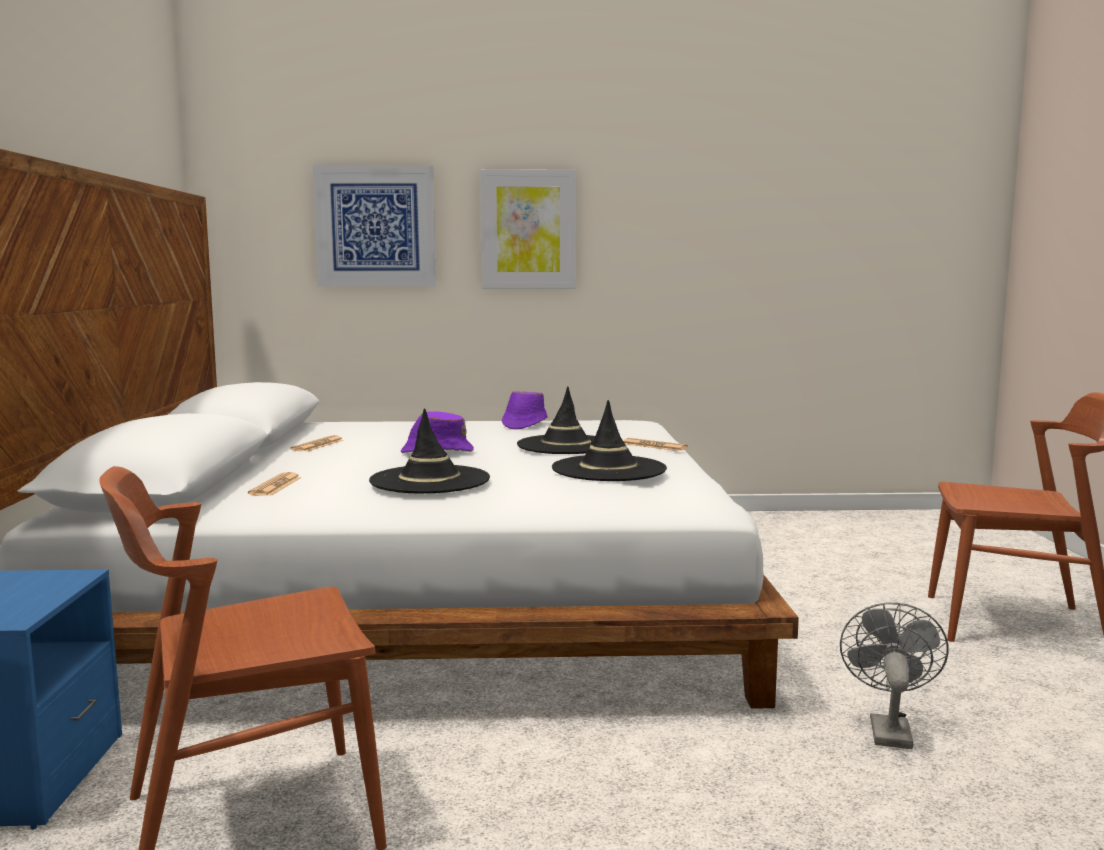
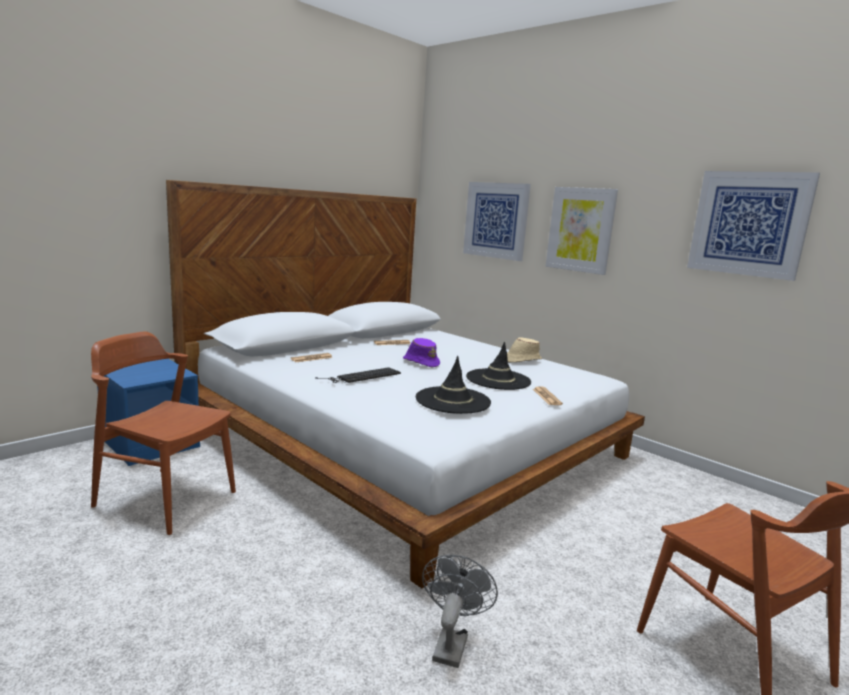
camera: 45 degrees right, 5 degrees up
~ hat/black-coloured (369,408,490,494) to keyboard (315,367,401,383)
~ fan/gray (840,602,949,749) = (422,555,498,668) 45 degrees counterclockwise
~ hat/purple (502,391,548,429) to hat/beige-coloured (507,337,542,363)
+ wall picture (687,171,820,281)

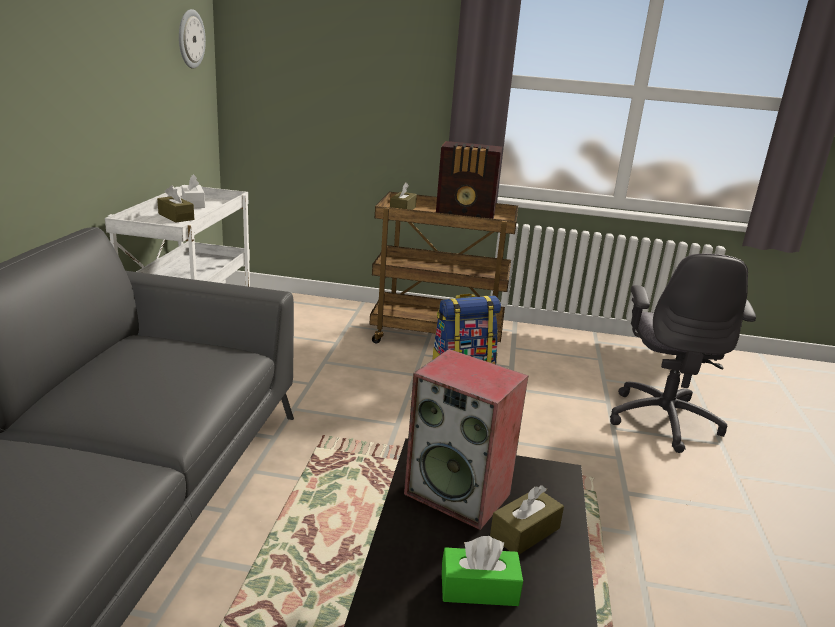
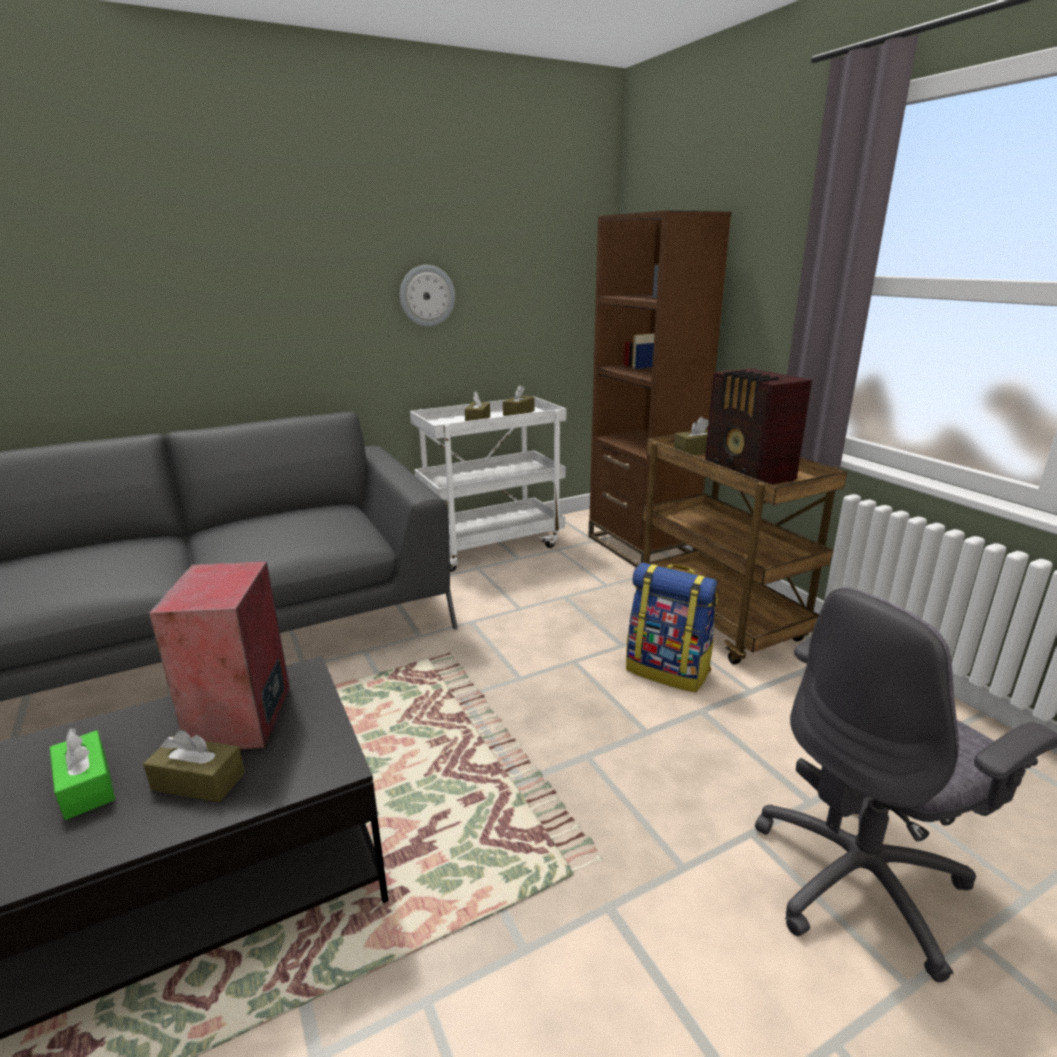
camera: 55 degrees right, 0 degrees up
~ clock on the wall (179,9,206,69) to (399,265,455,327)
~ tissue box/white (181,174,205,208) to tissue box/brownish (503,385,535,416)
+ bookshelf/brownish (588,210,732,567)

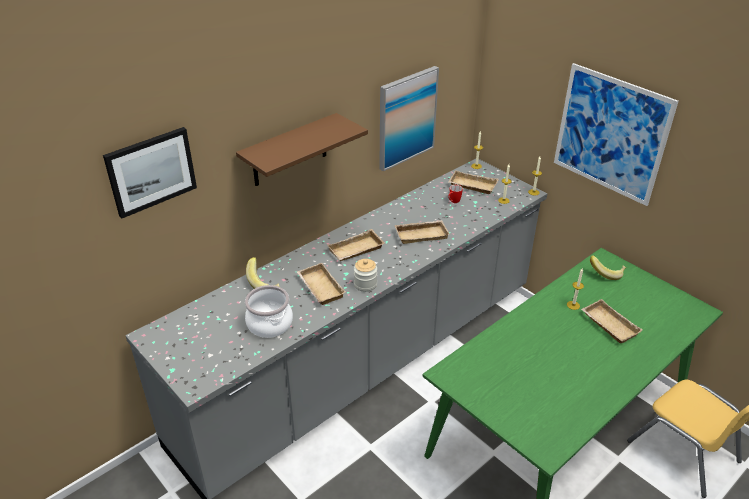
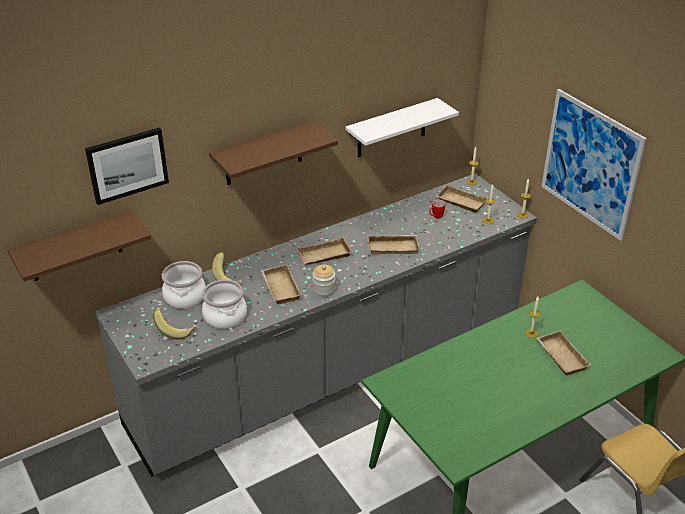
camera: 10 degrees right, 0 degrees up
+ shelf/brownish (8,210,151,282)
~ banana (590,255,626,280) to (153,309,197,340)
+ saucepot (162,261,206,309)
~ wall picture (379,66,439,171) to shelf/white (346,98,459,157)

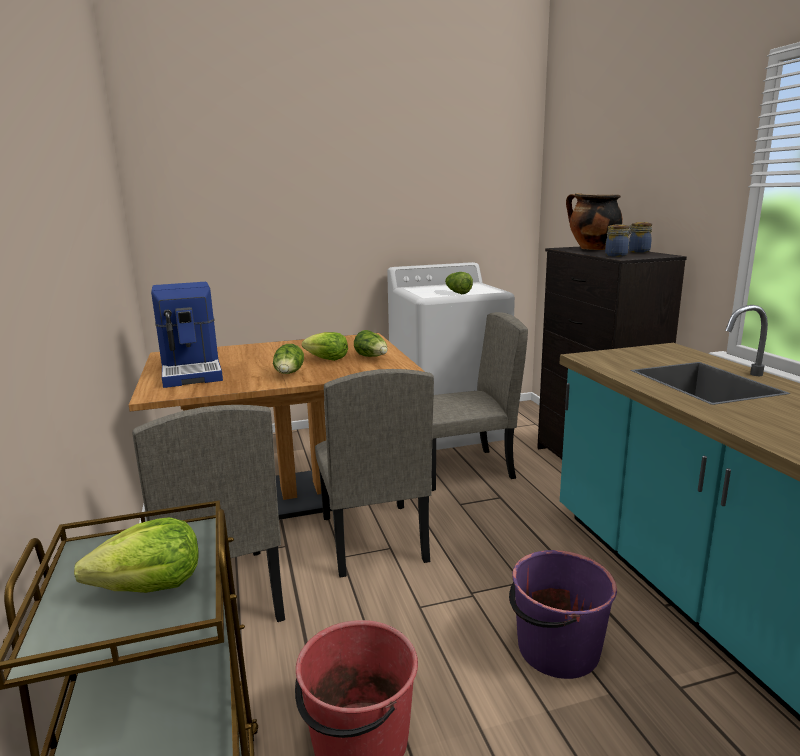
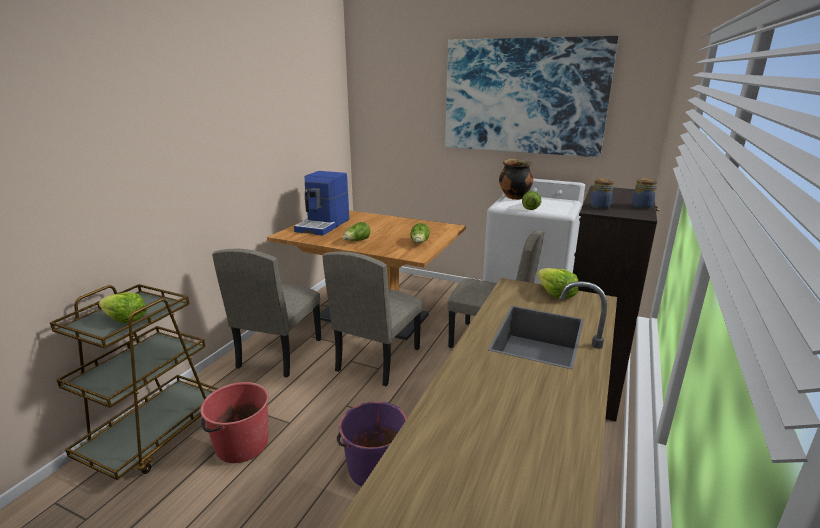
camera: 40 degrees right, 5 degrees up
+ wall picture (445,36,618,157)
~ saucepot (566,193,623,250) to (499,158,533,200)
~ lettuce head (302,332,348,361) to (537,268,578,299)

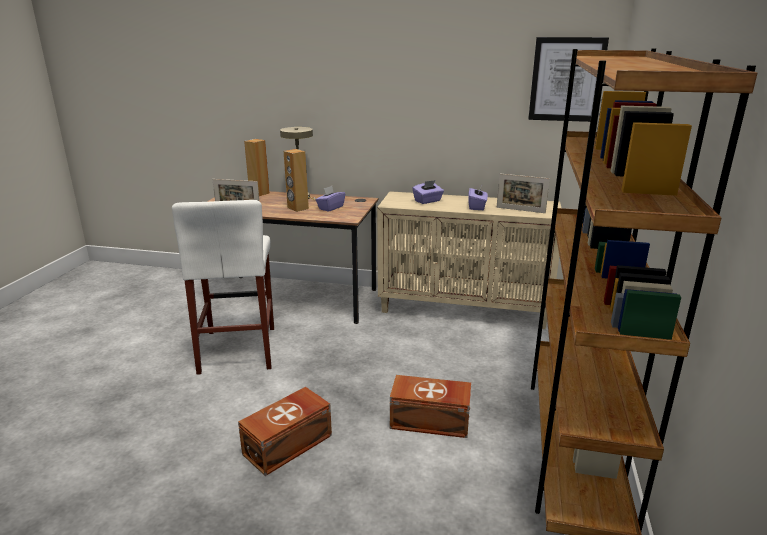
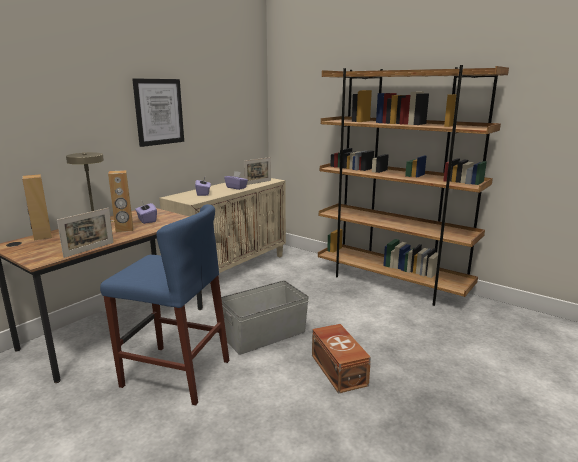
camera: 65 degrees left, 5 degrees down
~ stool/white (172,200,274,375) to stool/bluish (100,204,229,405)
~ wall picture (528,37,609,122) to (132,78,184,147)
+ storage box/gray (221,280,309,355)
- storage box/brownish (390,375,471,438)

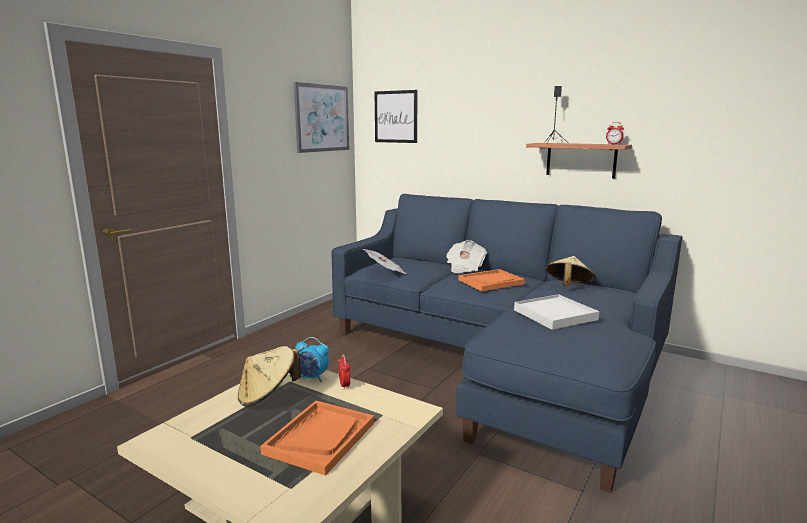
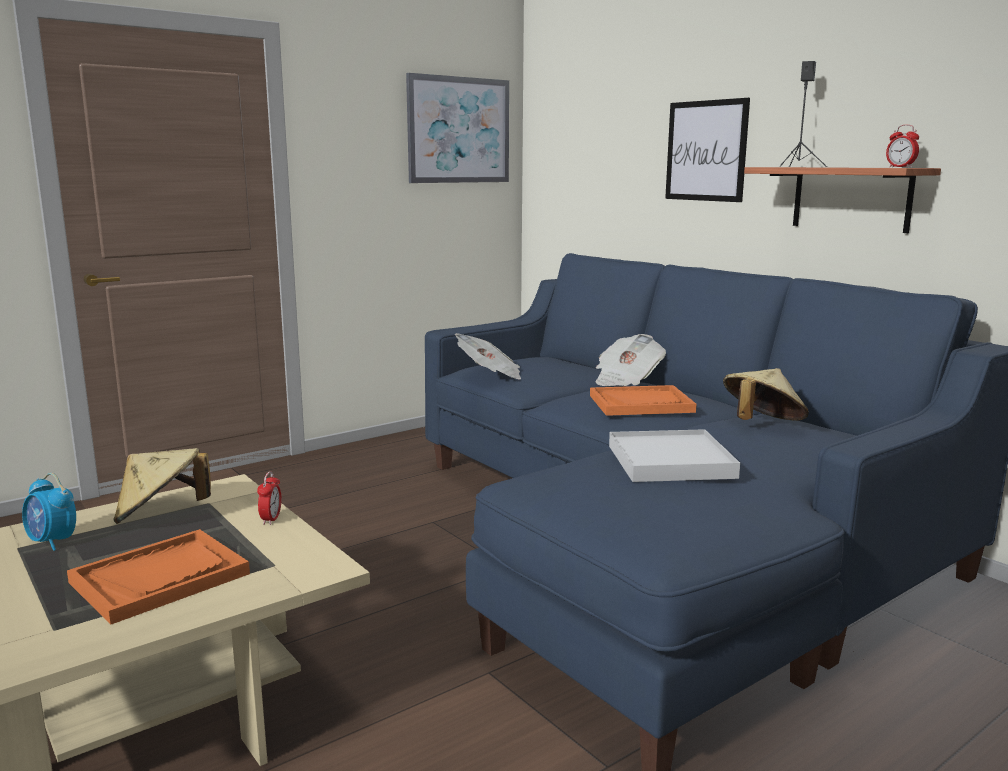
camera: 20 degrees right, 0 degrees up
~ alarm clock (295,337,329,382) to (22,473,76,551)
~ wall picture (375,90,418,143) to (665,98,750,202)

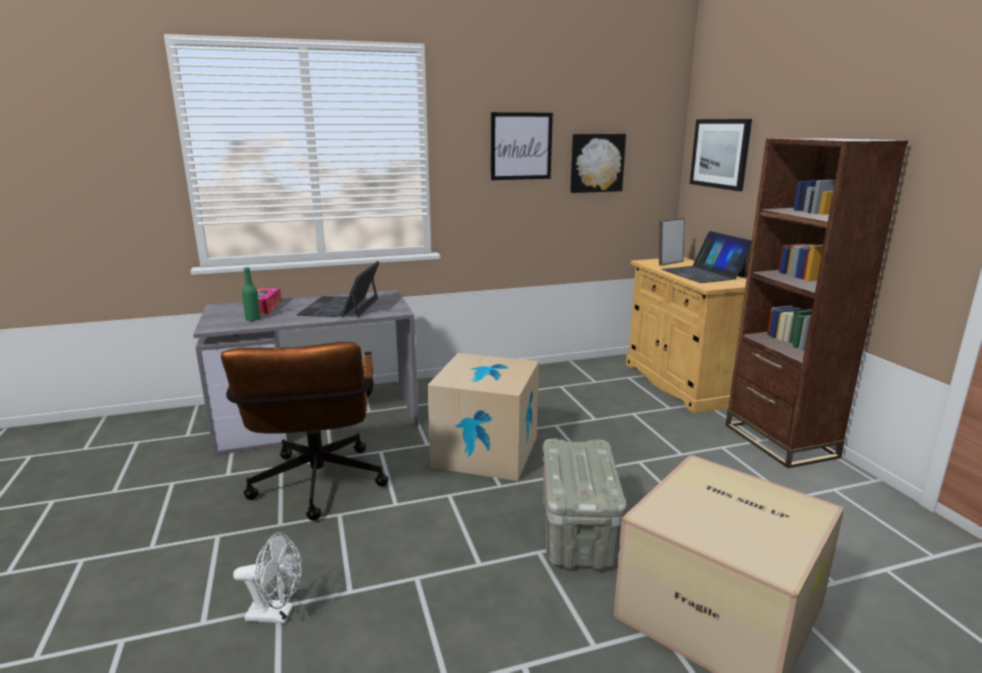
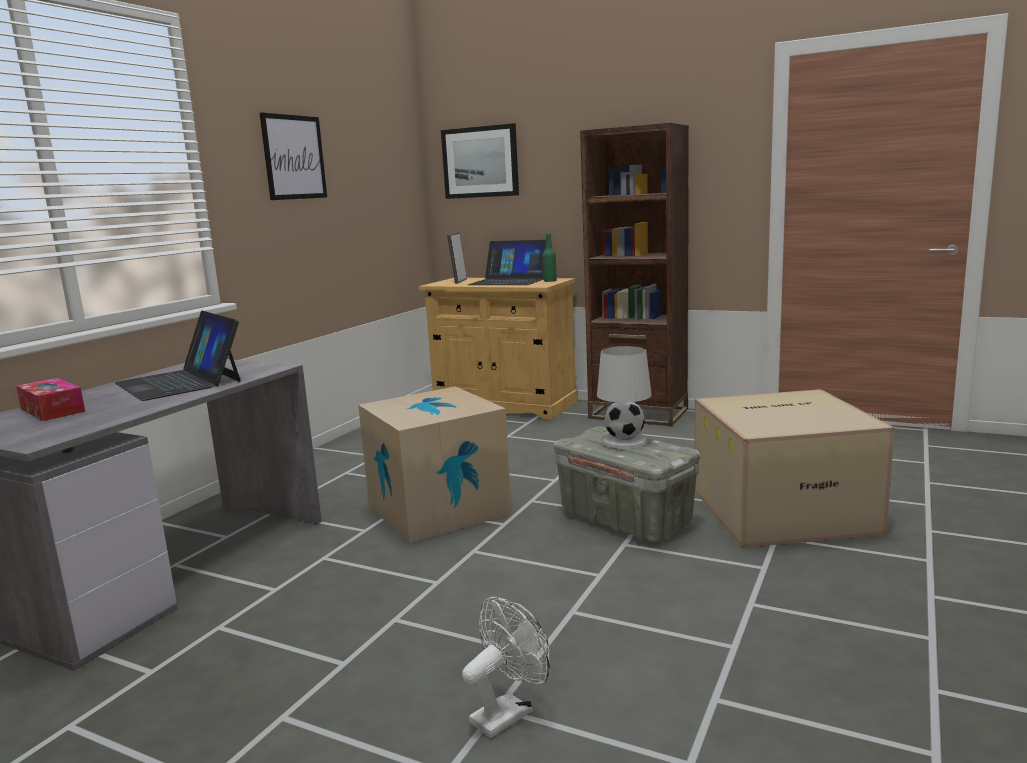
camera: 45 degrees left, 5 degrees down
~ bottle/green-coloured (242,267,261,321) to (542,233,557,282)
+ lamp for a table/white (597,346,652,449)
- office chair/brownish (221,342,389,521)
- wall picture (570,134,626,193)

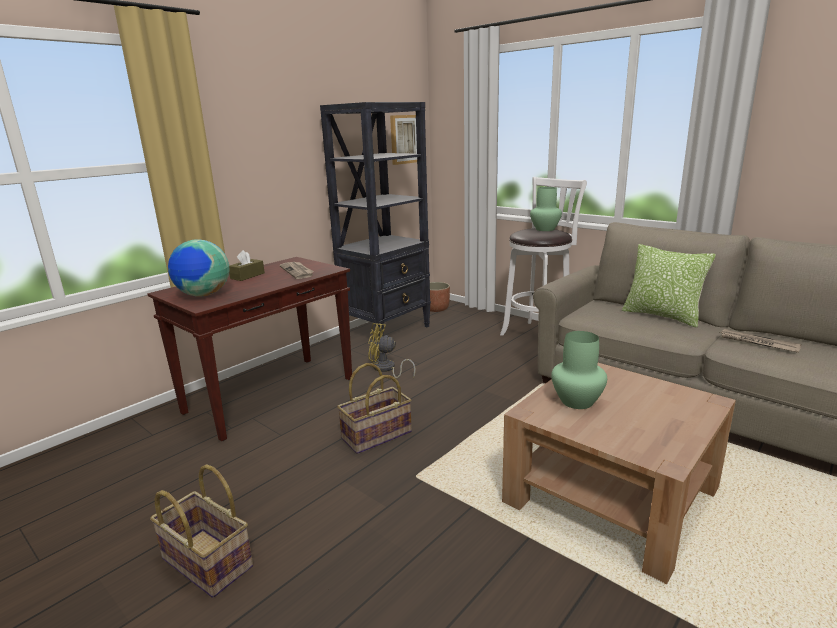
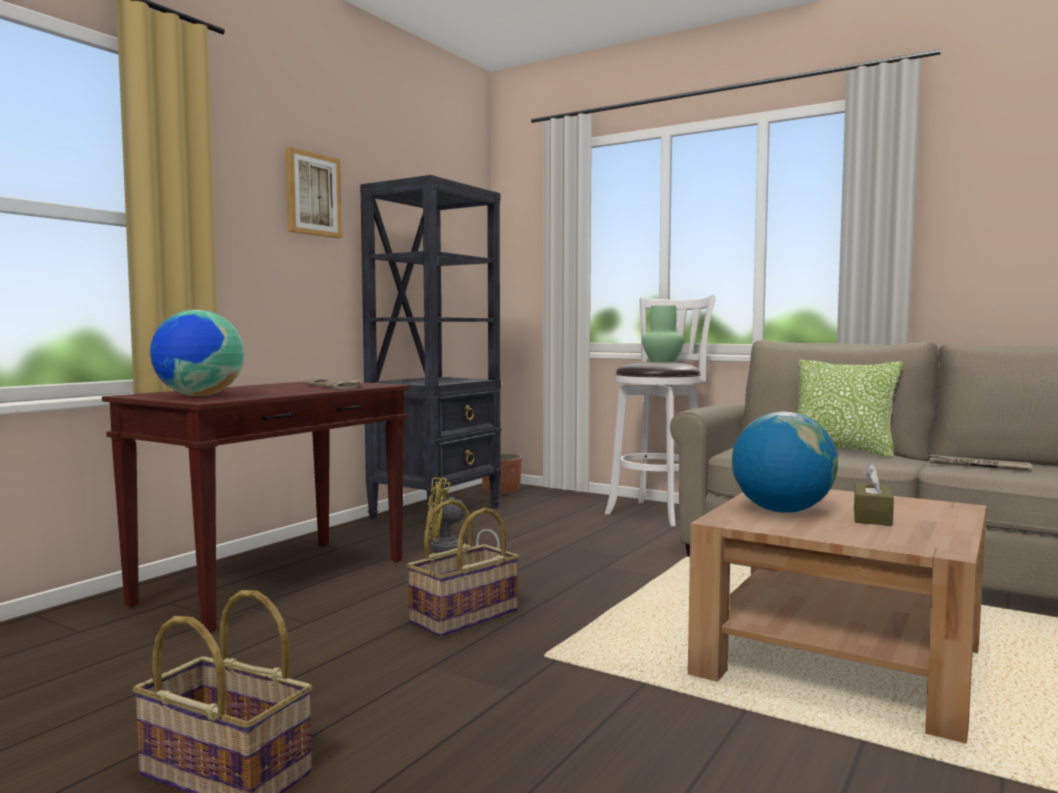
camera: 10 degrees left, 15 degrees down
~ wall picture (390,115,417,165) to (286,147,342,238)
~ flower vase/green-coloured (551,331,607,409) to desk globe (732,412,838,513)
~ tissue box/brownish (229,250,265,281) to (854,463,894,526)

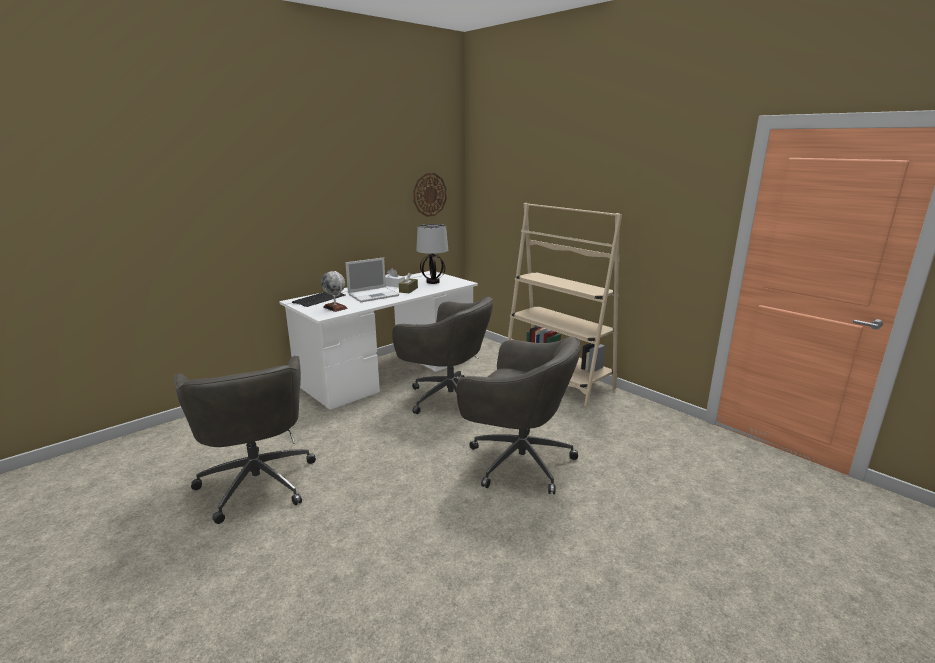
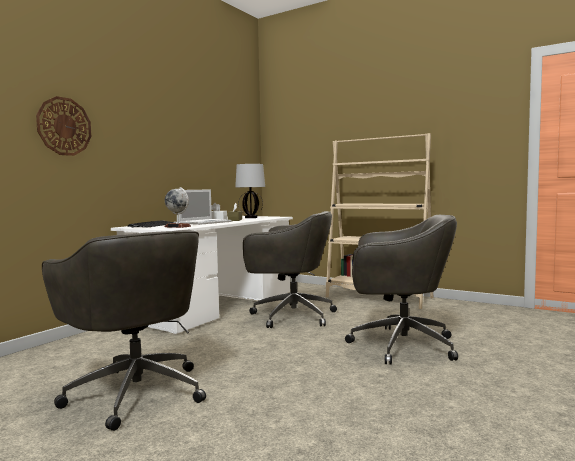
camera: 15 degrees left, 15 degrees down
~ clock on the wall (413,173,447,217) to (36,96,91,156)

